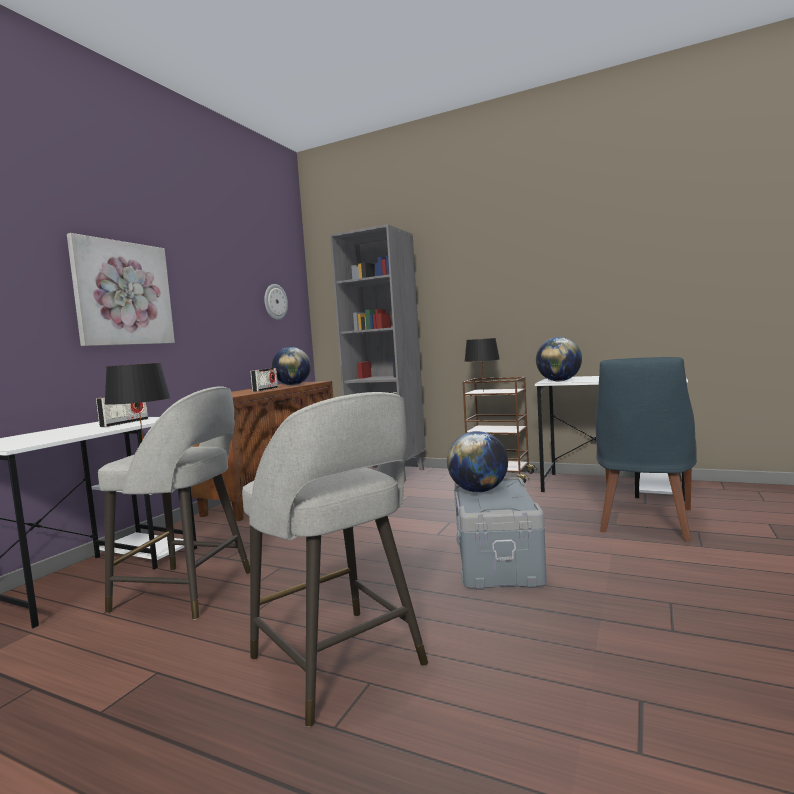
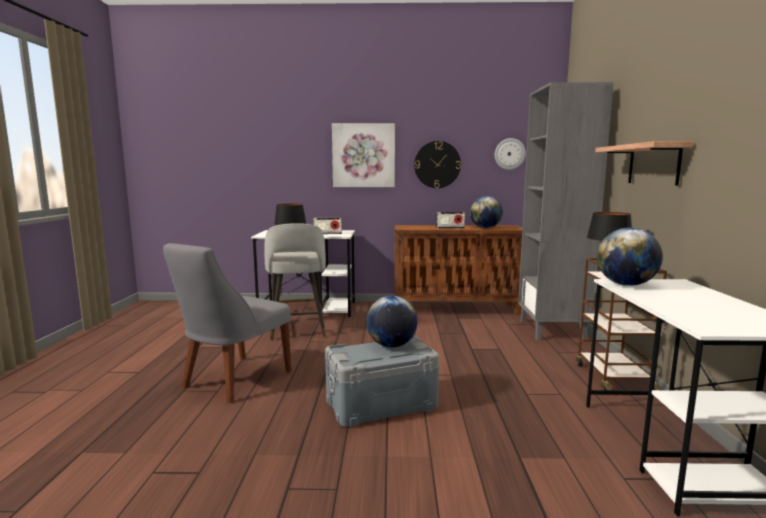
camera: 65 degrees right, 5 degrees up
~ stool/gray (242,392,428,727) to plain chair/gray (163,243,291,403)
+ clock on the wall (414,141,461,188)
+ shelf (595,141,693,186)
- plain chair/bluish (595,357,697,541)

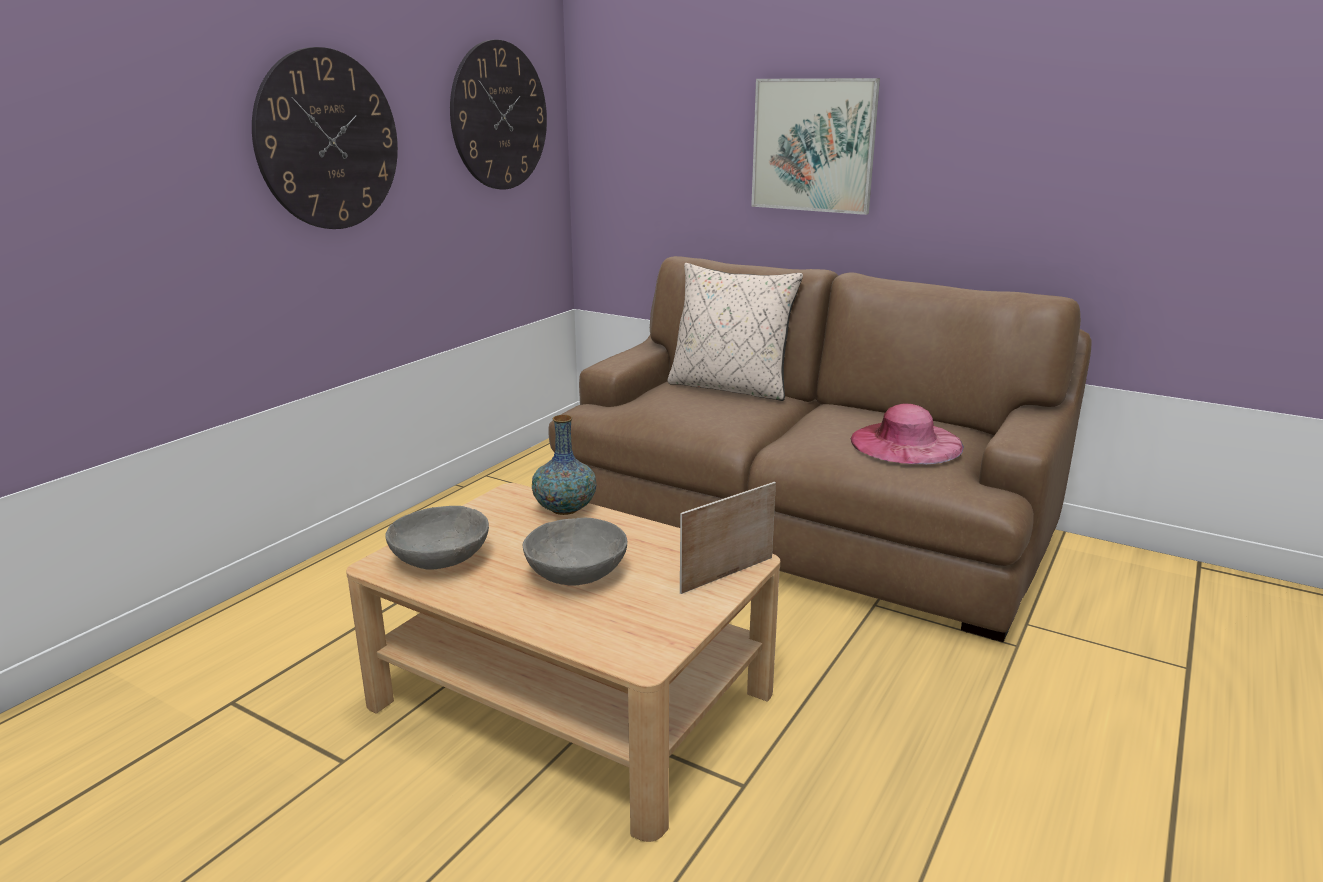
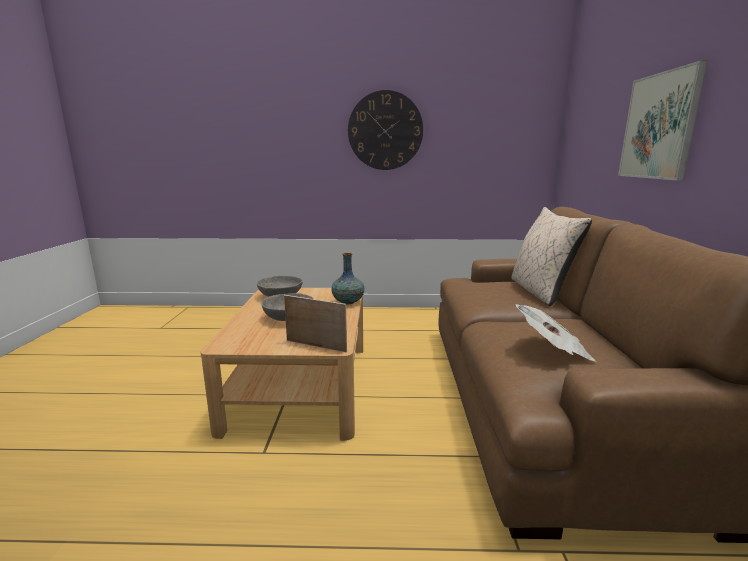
camera: 60 degrees right, 5 degrees down
~ hat/pink-coloured (851,403,964,464) to newspaper (515,304,596,362)
- clock on the wall (450,40,547,189)

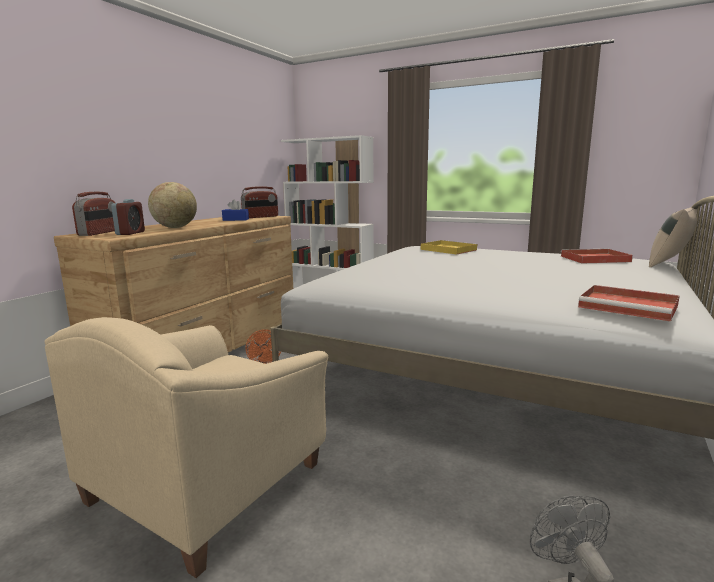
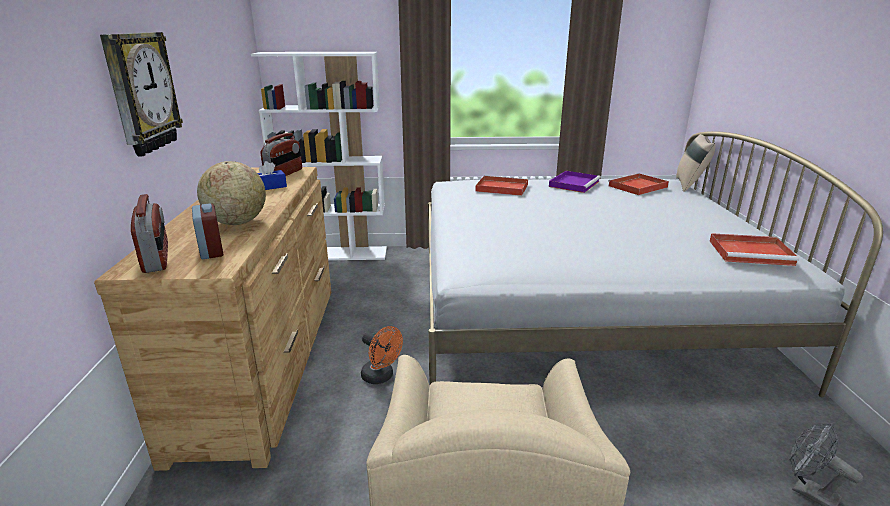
camera: 30 degrees left, 10 degrees up
+ clock on the wall (100,32,183,156)
~ carrying tray/yellowish (421,240,478,255) to carrying tray/red (475,175,528,196)
+ carrying tray/purple (549,171,601,193)

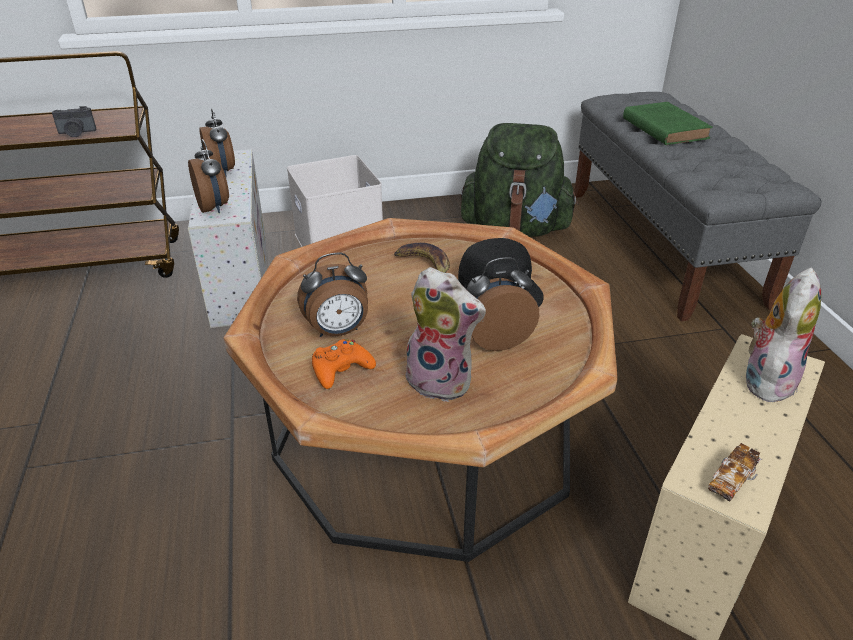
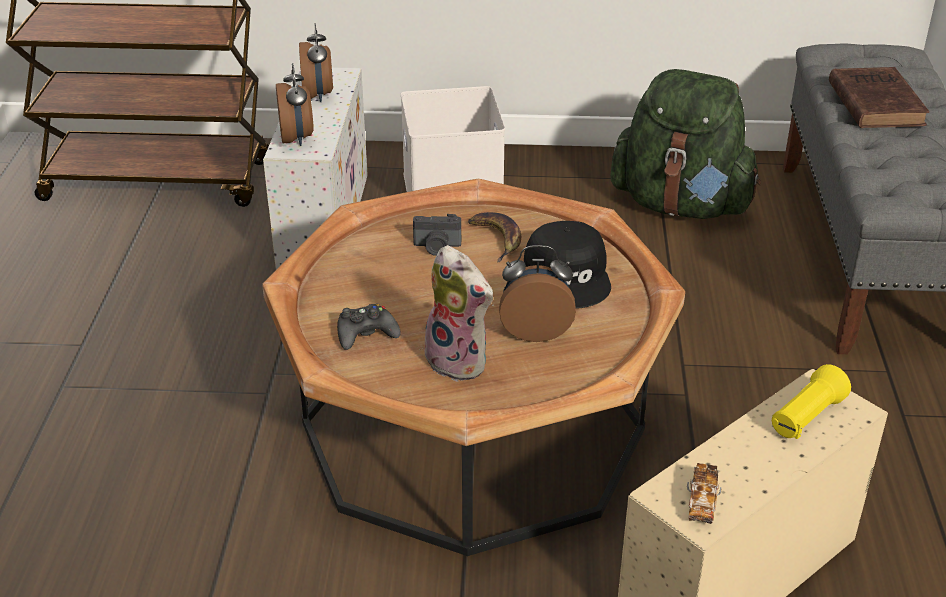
camera: 15 degrees right, 0 degrees up
~ game controller/orangey (312,339,376,389) to game controller/black-coloured (337,303,401,350)
~ still camera (52,106,96,137) to (413,214,461,256)
~ miniature car (708,443,762,502) = (687,463,721,524) 45 degrees counterclockwise
~ plush toy (746,267,821,402) to torch/yellowish (772,364,851,439)
~ bound book/green-coloured (623,102,713,145) to bound book/brownish (829,67,930,128)
- alarm clock (297,253,368,337)

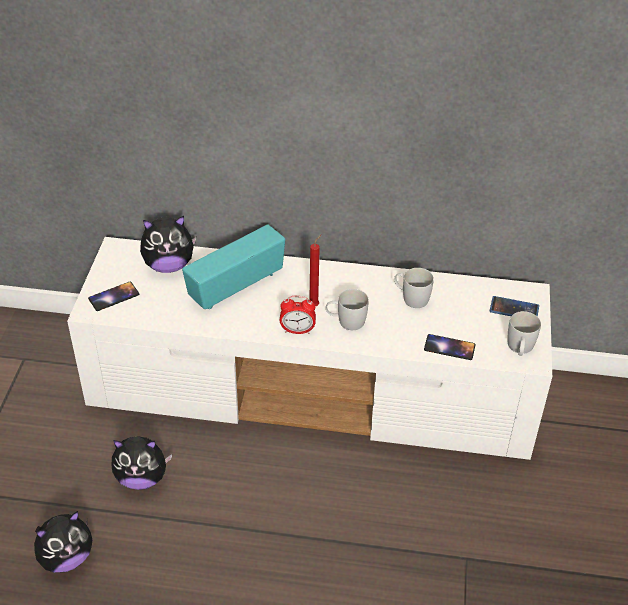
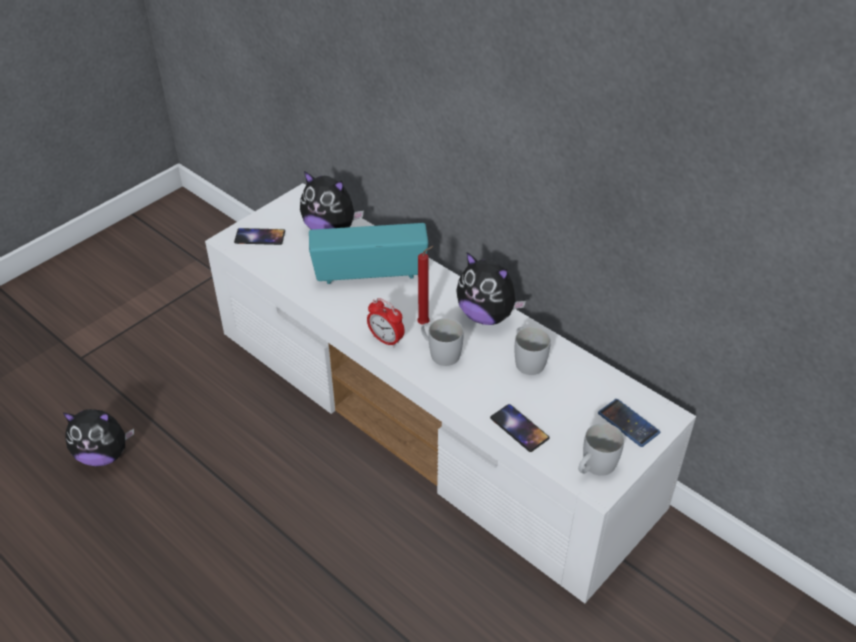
camera: 35 degrees right, 0 degrees up
~ plush toy (112,436,172,490) to (456,252,526,325)

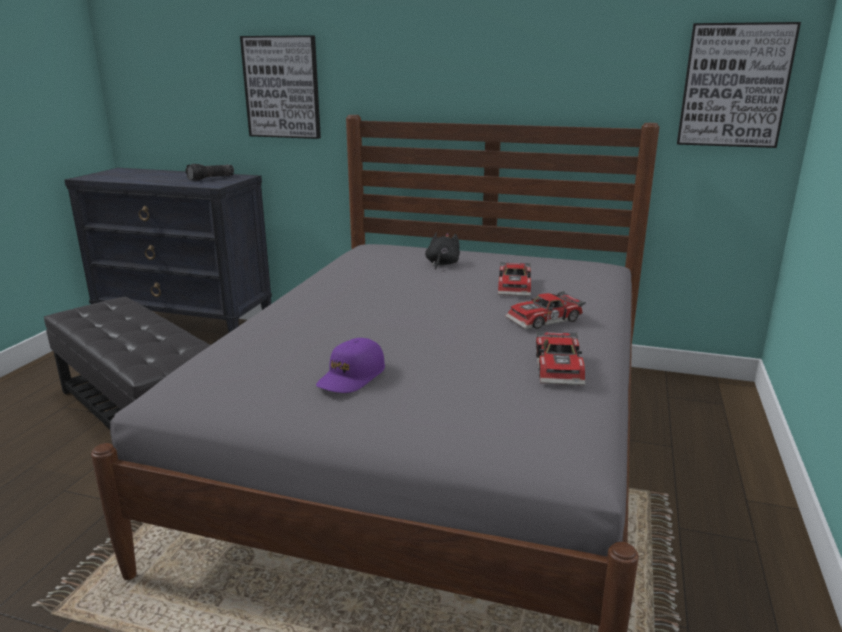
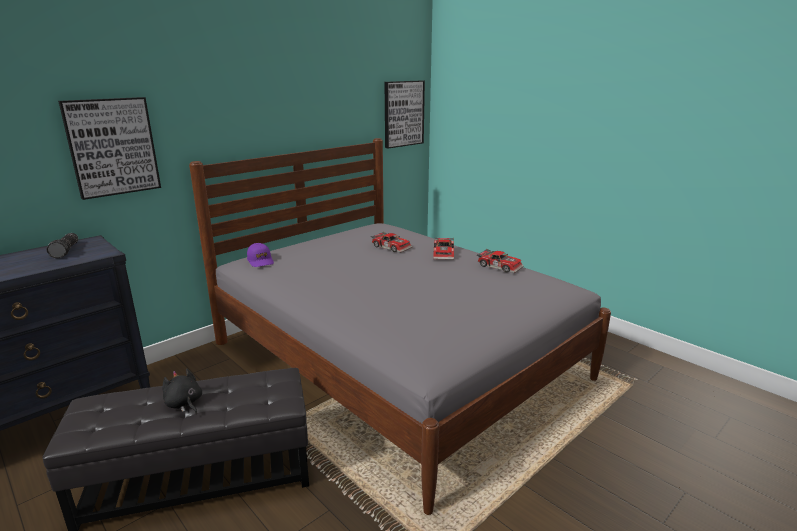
camera: 60 degrees left, 0 degrees up
~ plush toy/black-coloured (425,232,460,270) to (162,369,202,415)
~ peaked cap/purple (316,338,385,393) to (247,243,274,267)

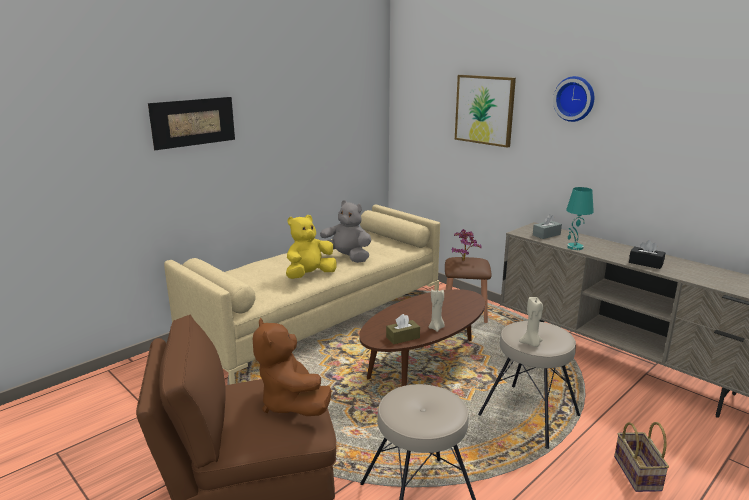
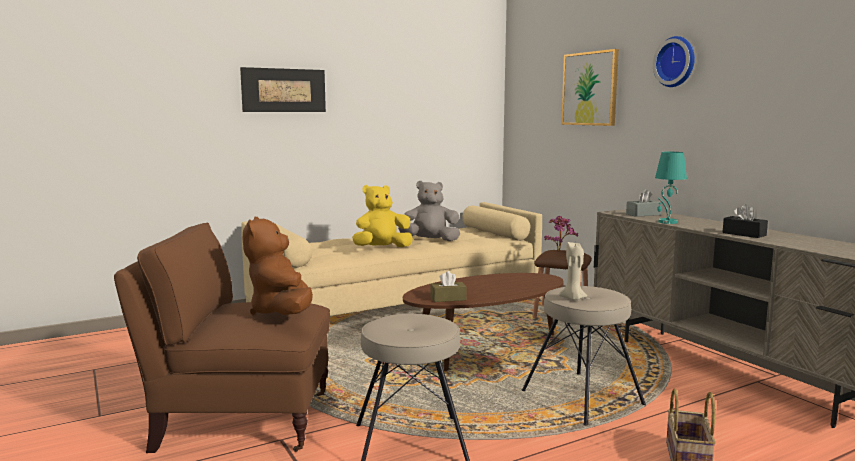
camera: 15 degrees right, 10 degrees down
~ plush toy/gray (320,200,371,263) = (398,181,460,241) 45 degrees counterclockwise
- candle/beige-coloured (428,289,445,332)

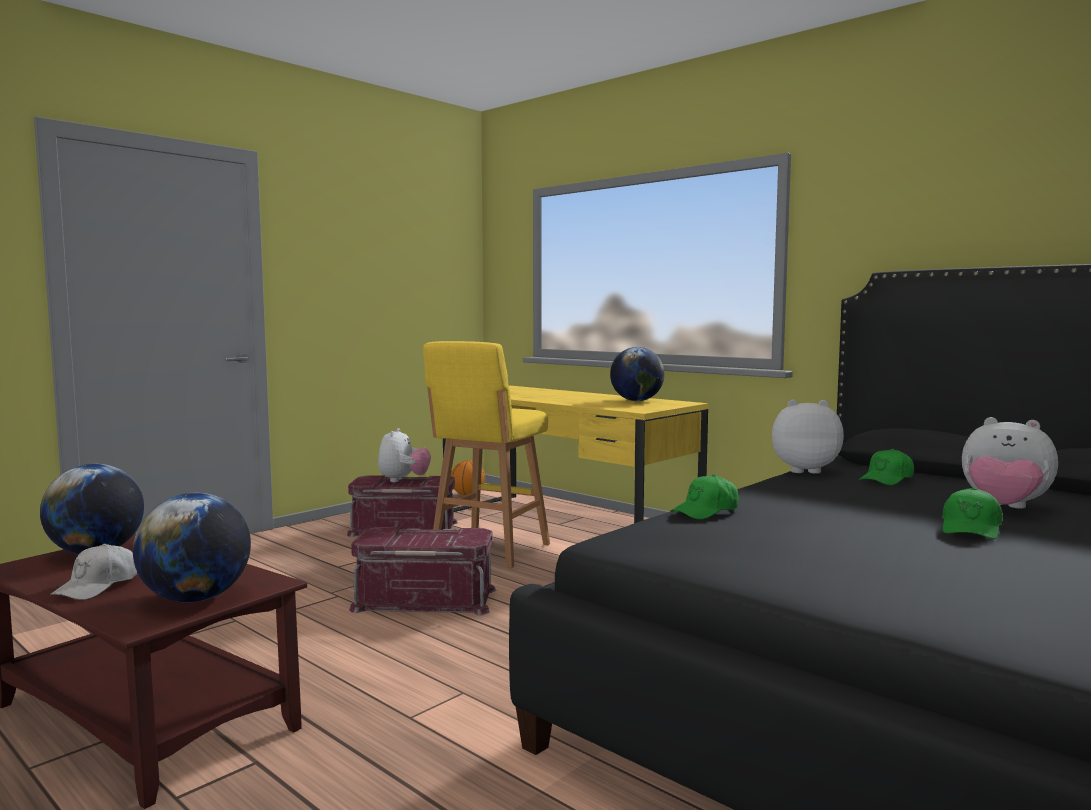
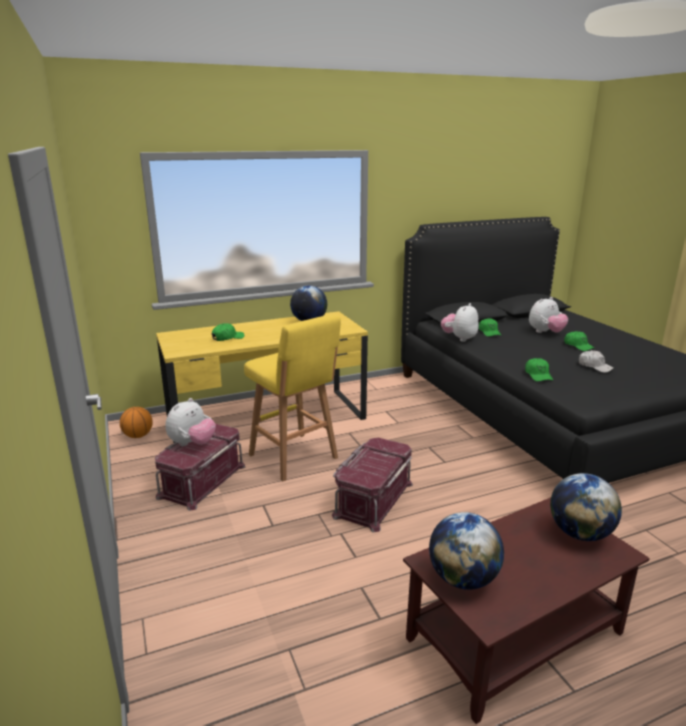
camera: 65 degrees left, 15 degrees up
~ plush toy (378,428,431,482) = (166,398,216,446) 90 degrees clockwise
+ peaked cap/green-coloured (212,323,244,341)
~ peaked cap/white (50,544,137,600) to (579,350,613,373)

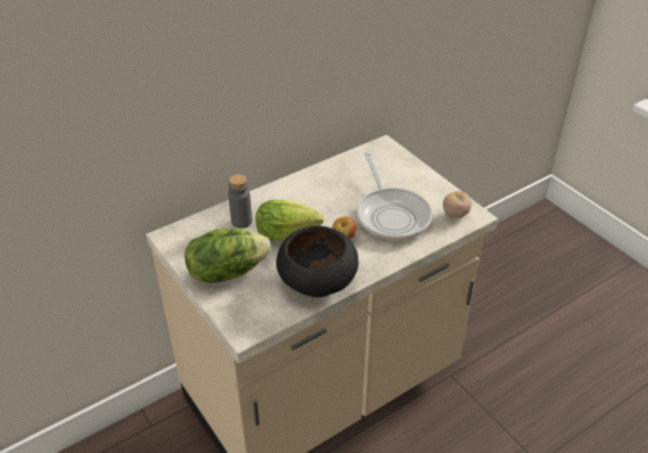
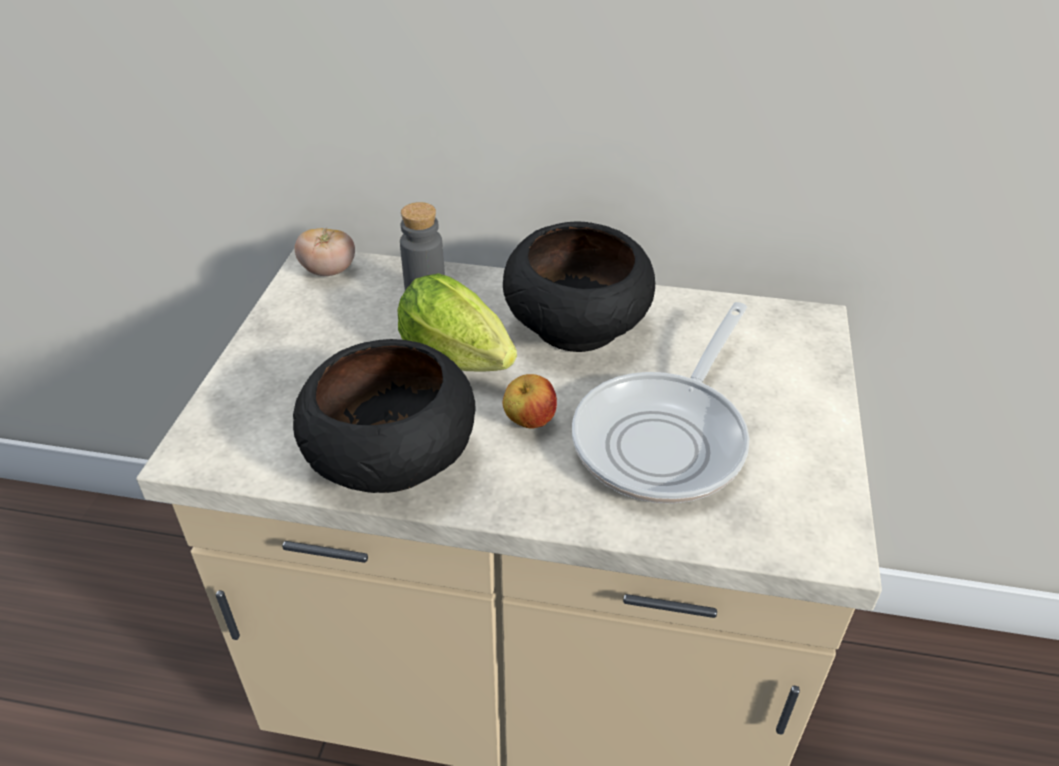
camera: 45 degrees right, 0 degrees up
~ tomato (443,191,472,218) to (295,227,355,276)
+ deep dish/black-coloured (503,221,655,352)
- lettuce head (184,228,271,283)

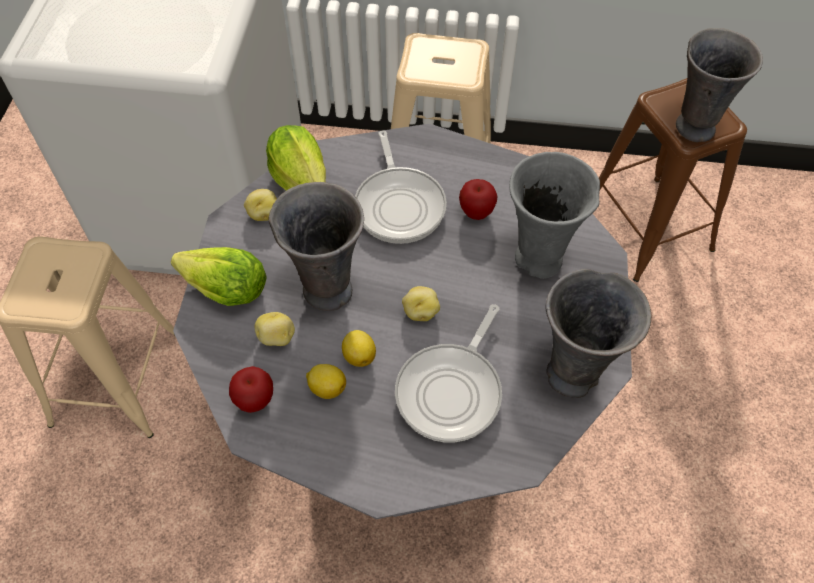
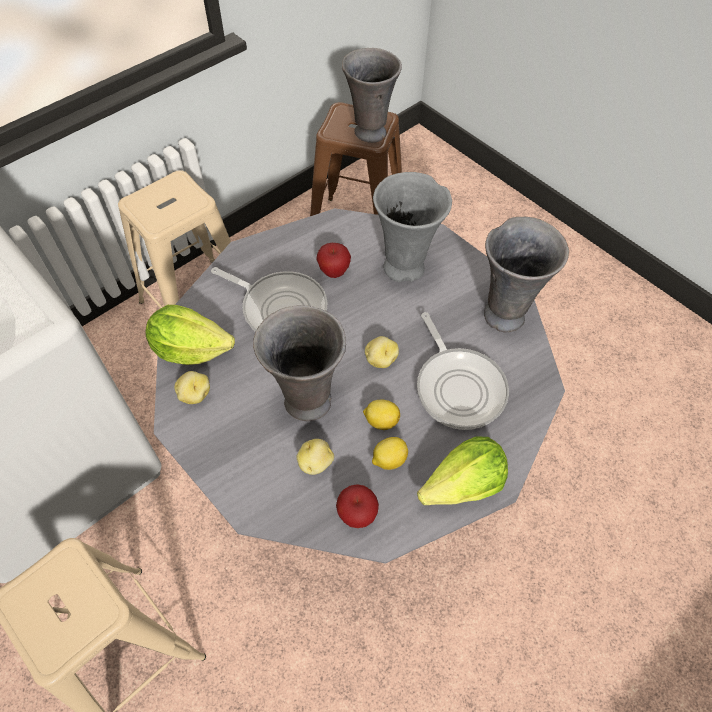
camera: 50 degrees left, 0 degrees up
~ lettuce head (171,247,267,306) to (417,437,508,505)

